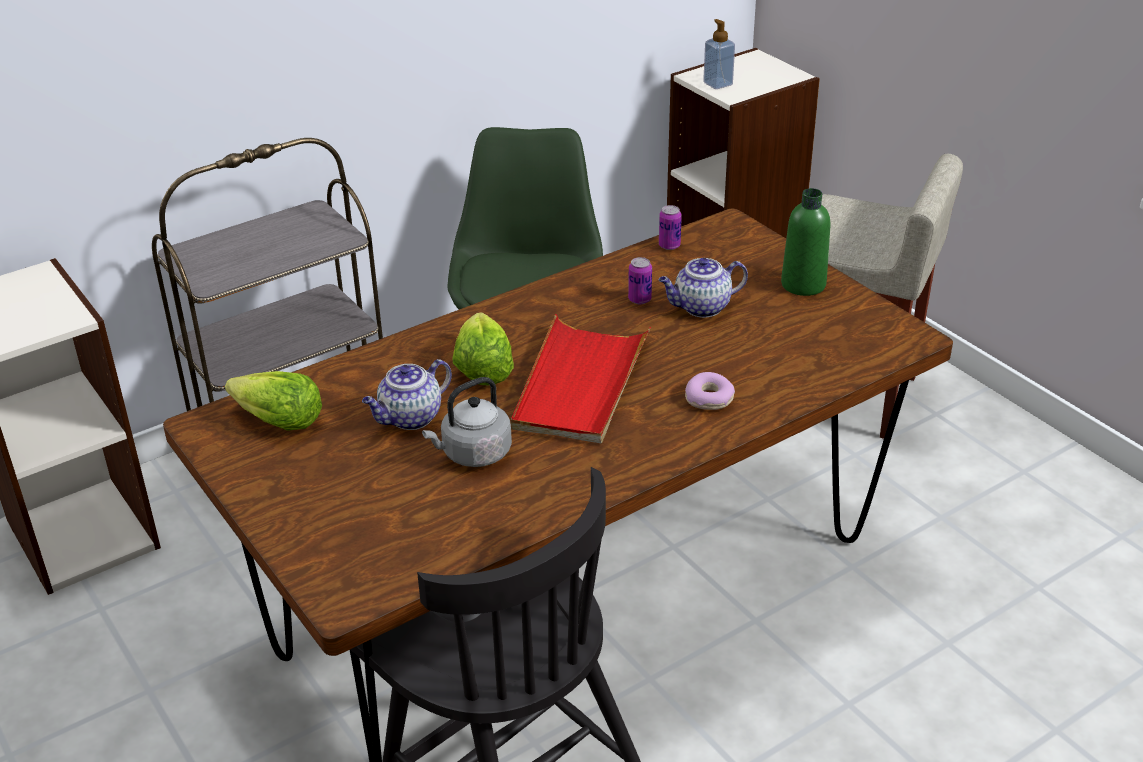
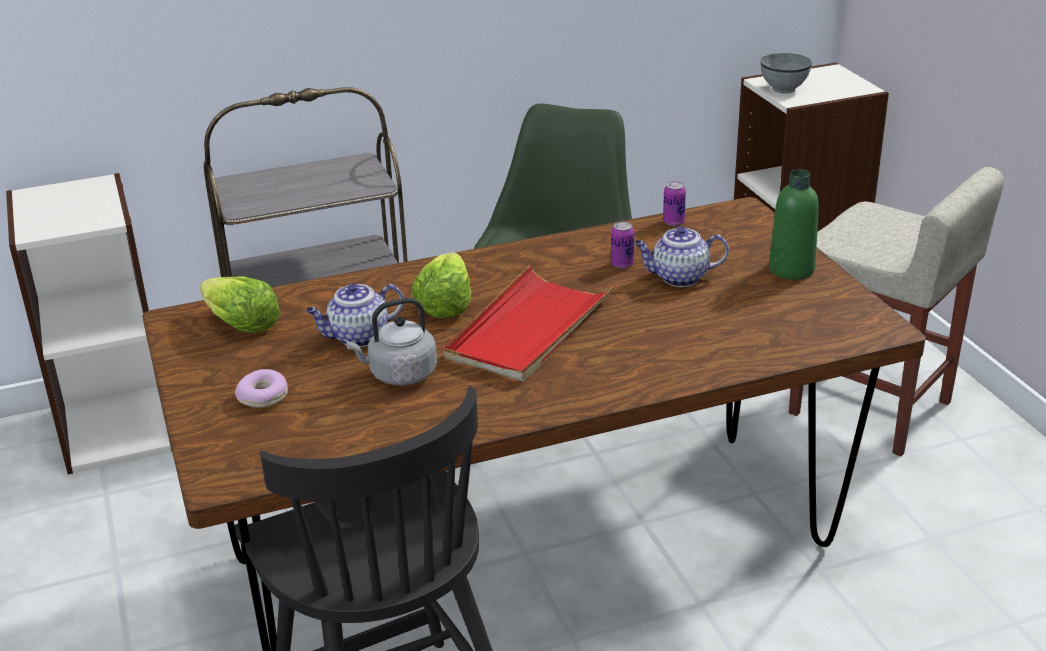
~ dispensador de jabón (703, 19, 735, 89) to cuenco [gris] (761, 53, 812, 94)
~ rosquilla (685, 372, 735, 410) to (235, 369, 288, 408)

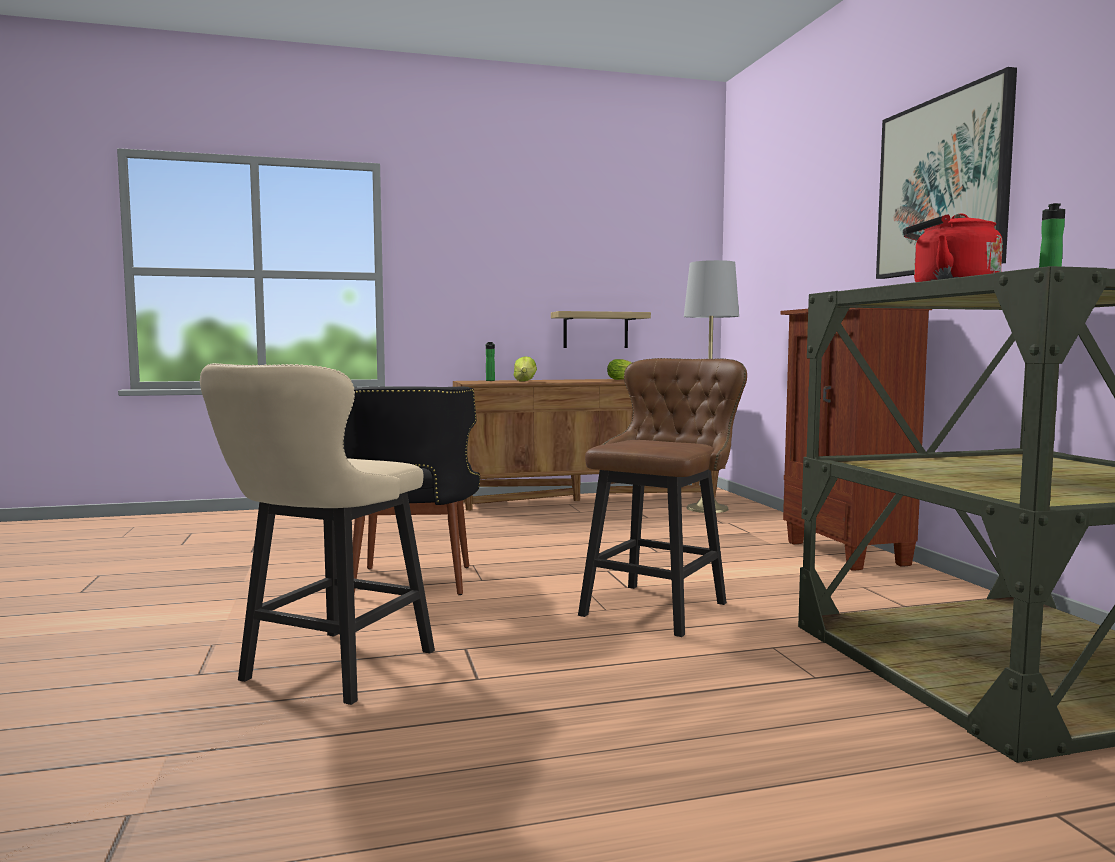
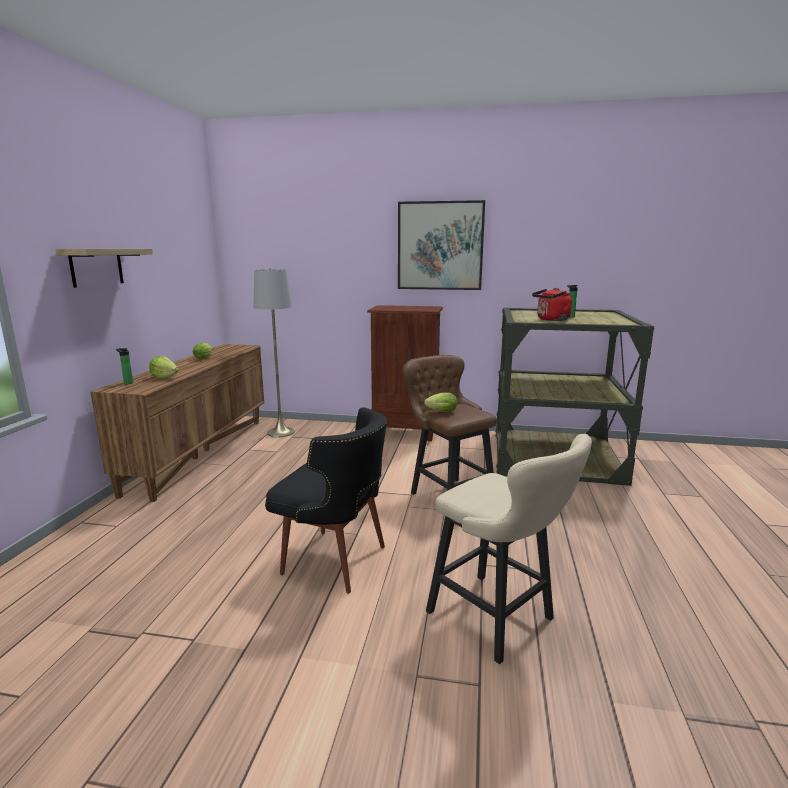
~ estante (551, 311, 651, 348) to (56, 249, 153, 288)
+ lechuga (424, 393, 457, 412)

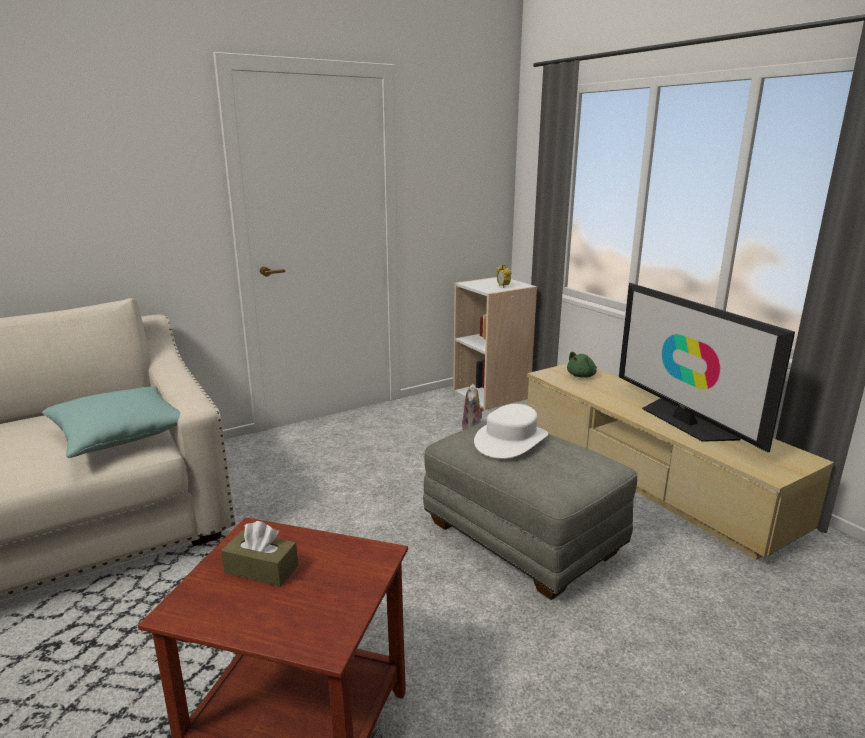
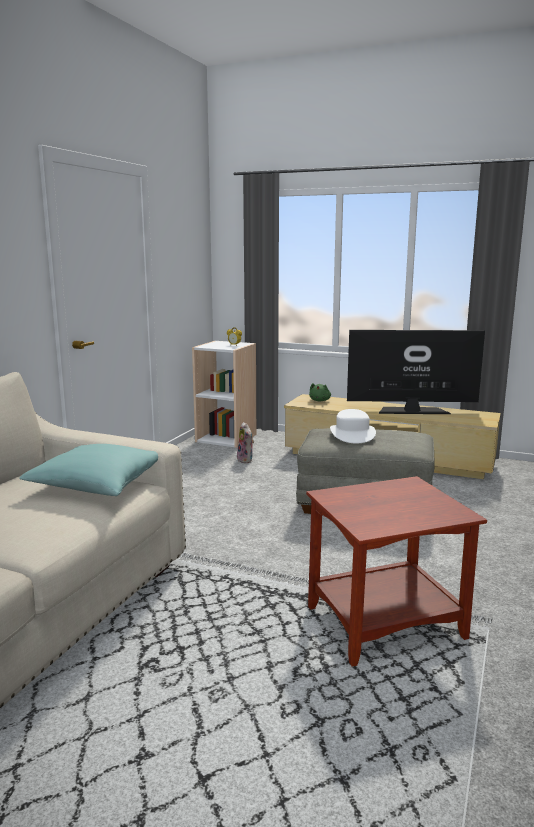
~ televisor (619, 283, 795, 452) = (347, 330, 485, 414) 150 degrees clockwise
- caja de pañuelos [marrón] (221, 521, 298, 587)

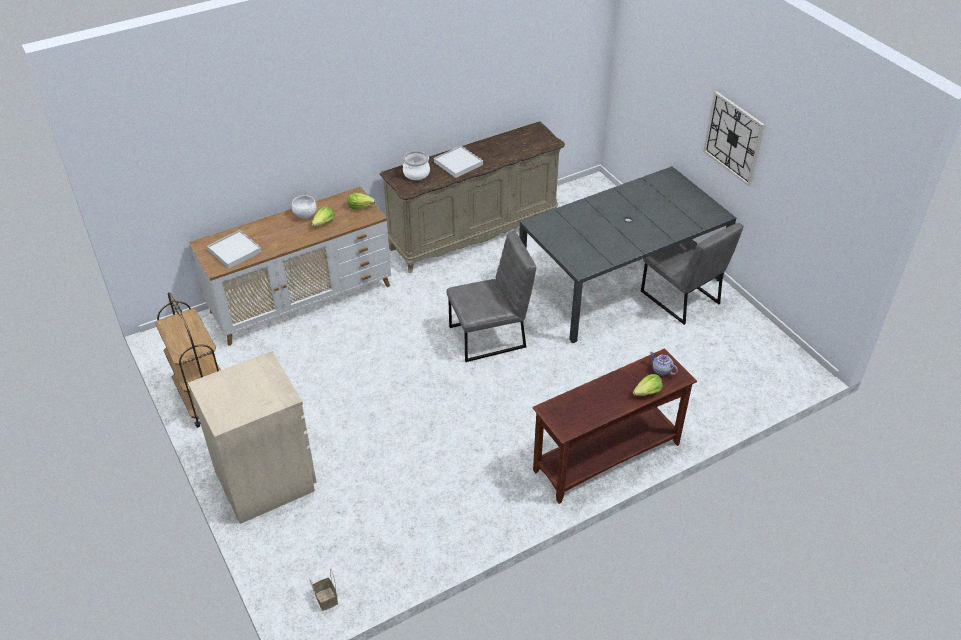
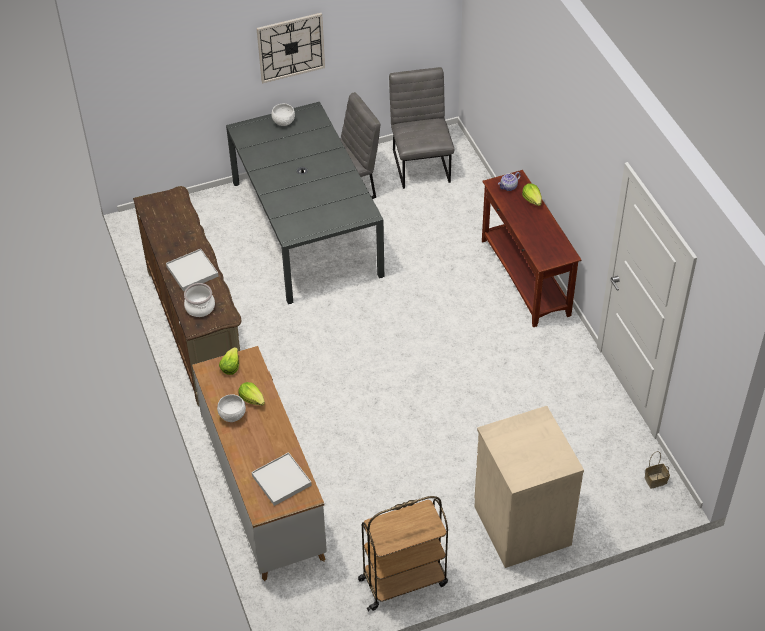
~ silla [gris] (446, 231, 536, 362) to (389, 67, 454, 189)
+ cuenco [blanco] (271, 103, 295, 126)

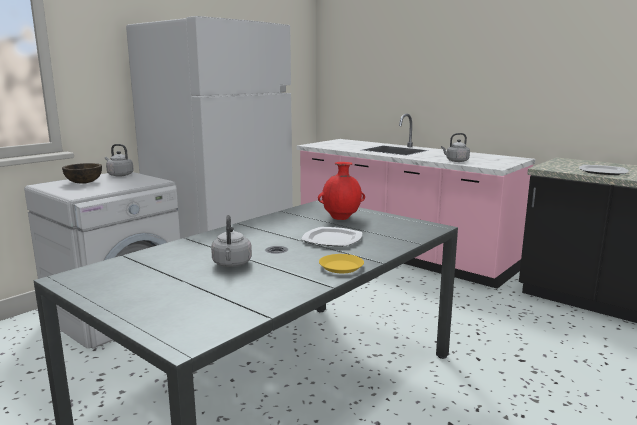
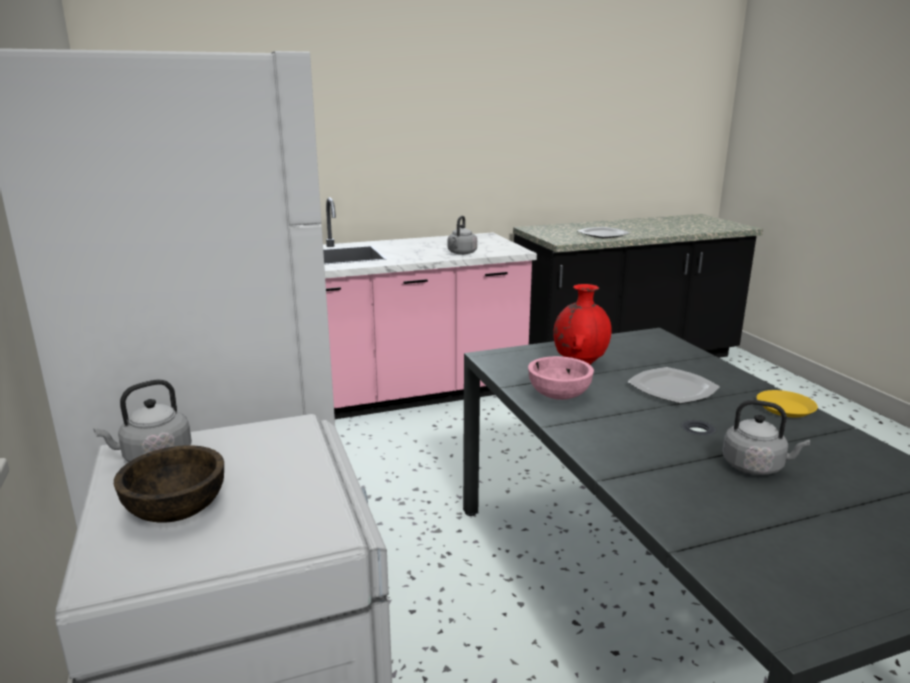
+ cuenco [rosa] (528, 356, 594, 400)

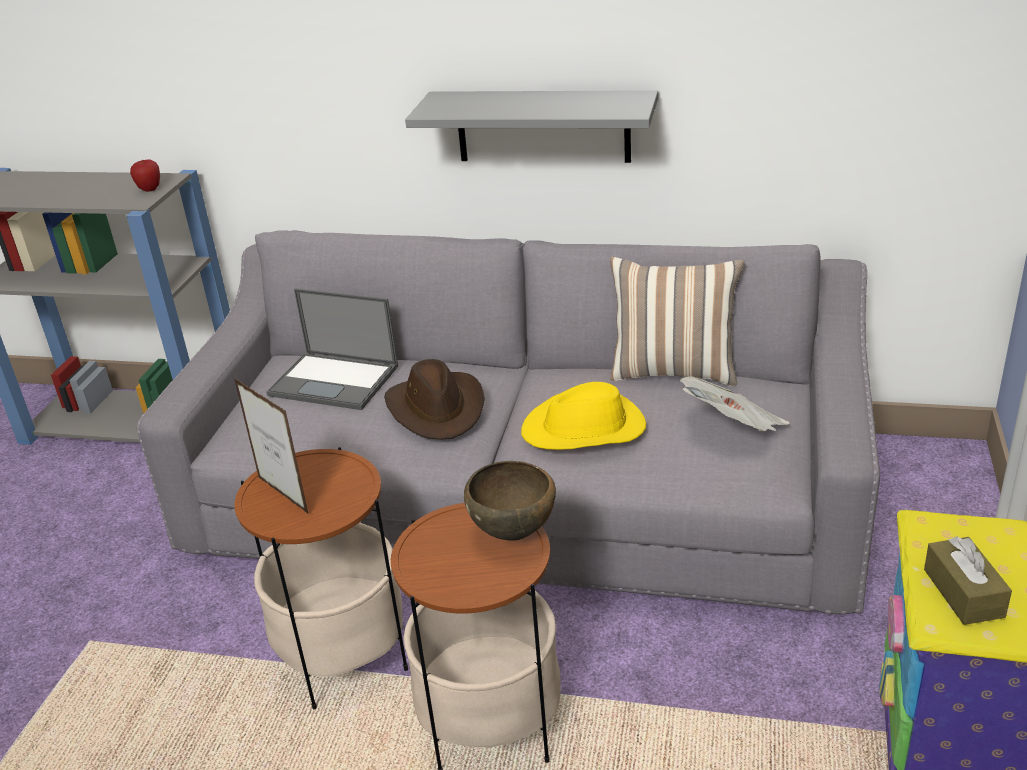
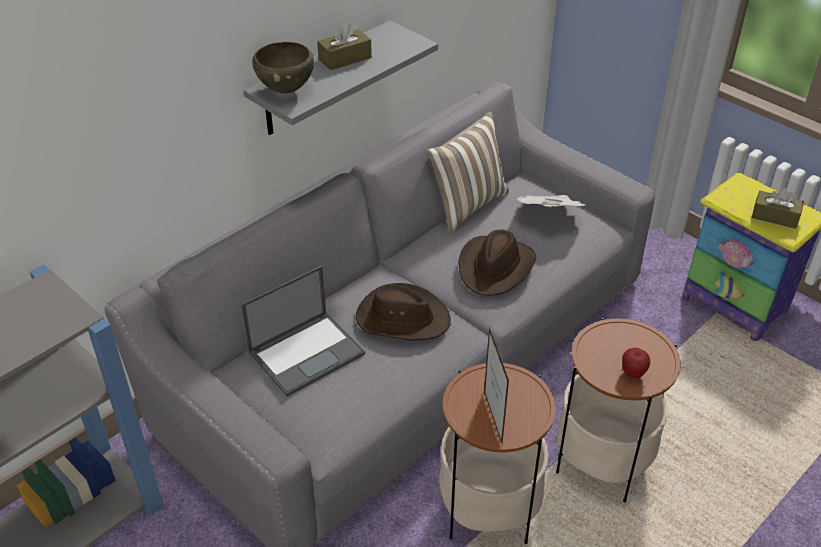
~ manzana (130, 159, 160, 192) to (622, 348, 650, 379)
~ portarretratos (234, 378, 308, 513) = (484, 327, 509, 443) 90 degrees counterclockwise
~ sombrero [amarillo] (521, 382, 646, 450) to sombrero [marrón] (458, 229, 536, 296)
~ cuenco [marrón] (464, 461, 556, 541) to (252, 42, 314, 93)
+ caja de pañuelos [marrón] (317, 22, 372, 70)

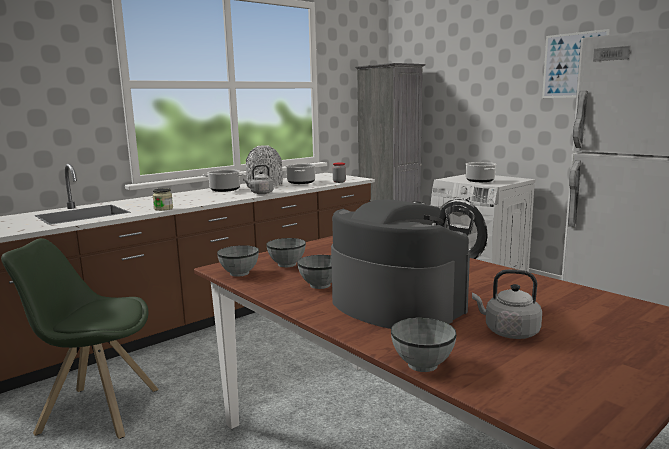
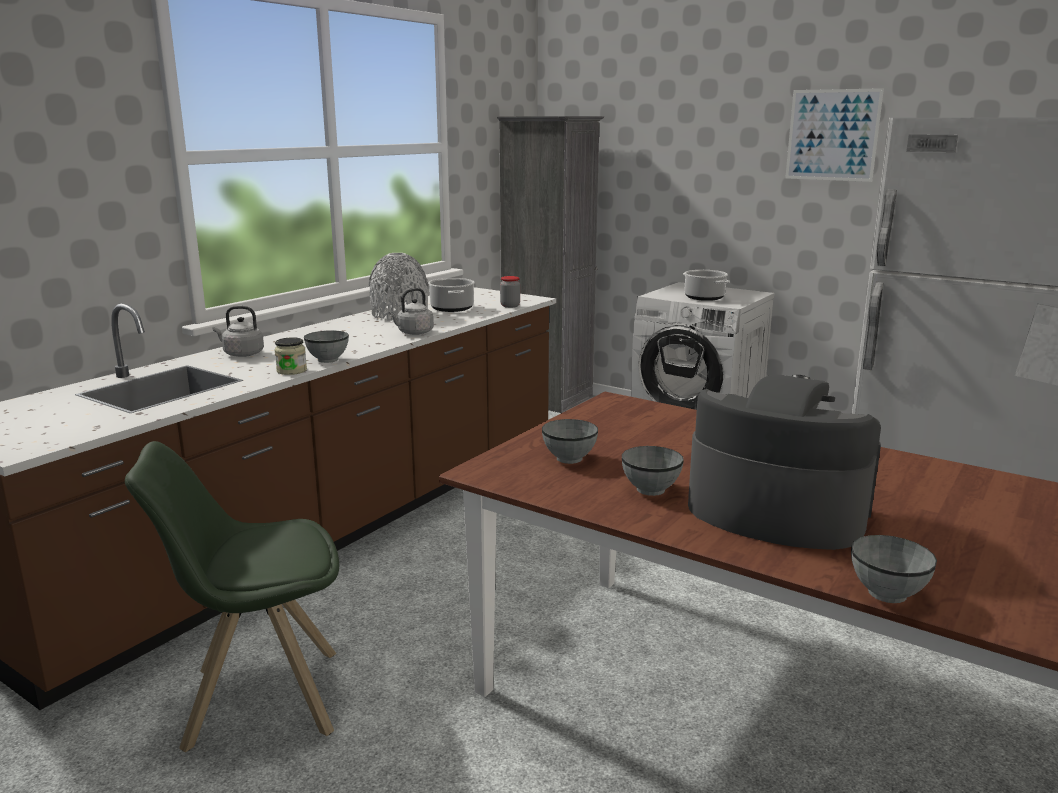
- olla (202, 169, 247, 192)
~ cuenco [gris] (217, 245, 259, 277) to (304, 331, 349, 363)
~ hervidor [gris] (472, 269, 542, 339) to (213, 306, 264, 357)

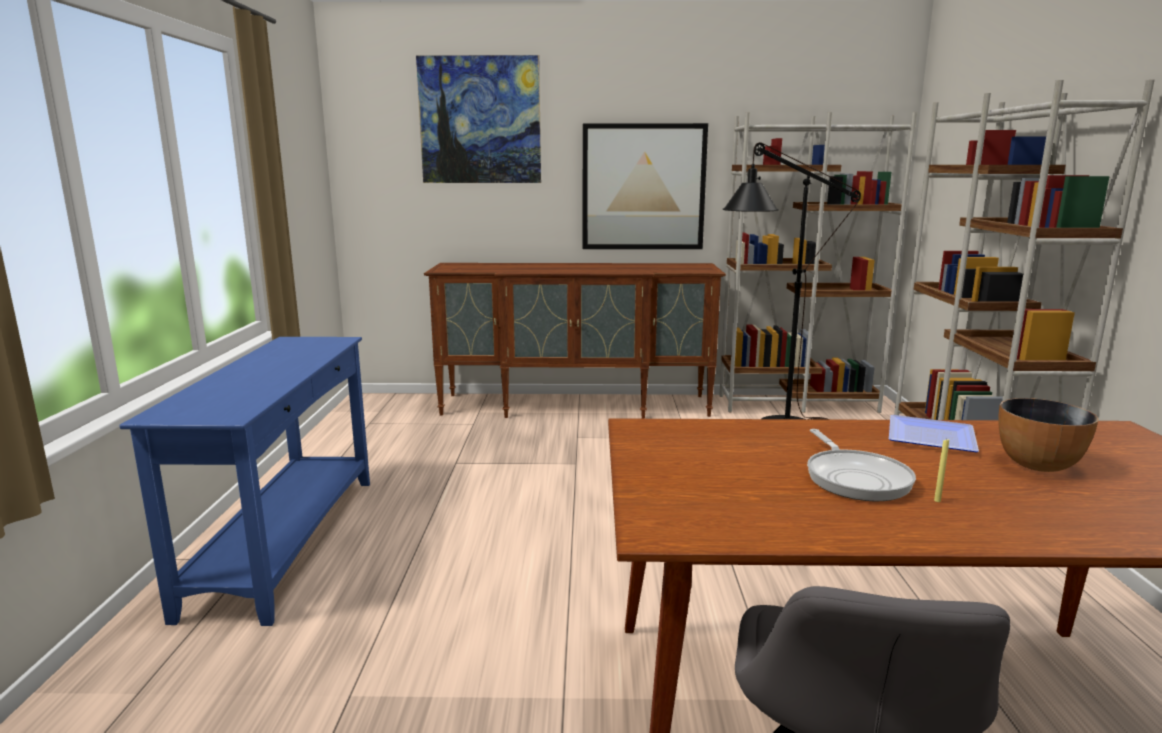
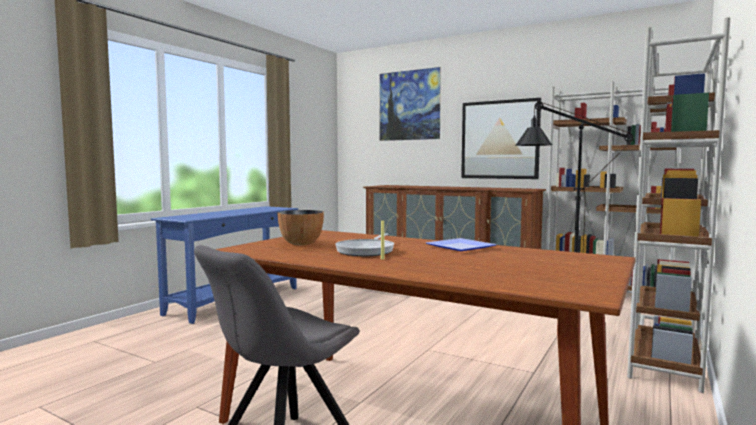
~ cuenco (998, 398, 1099, 472) to (277, 210, 324, 245)

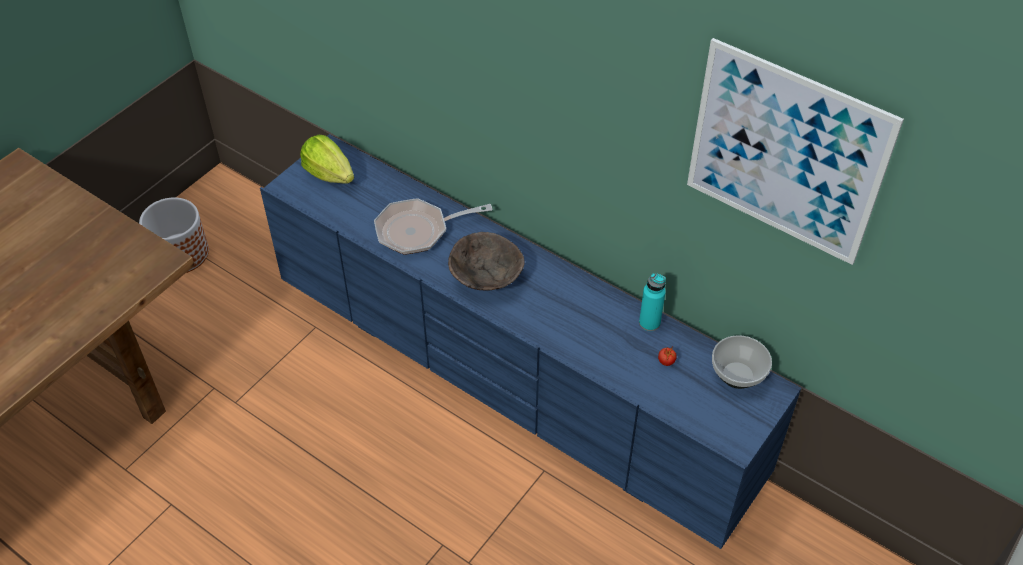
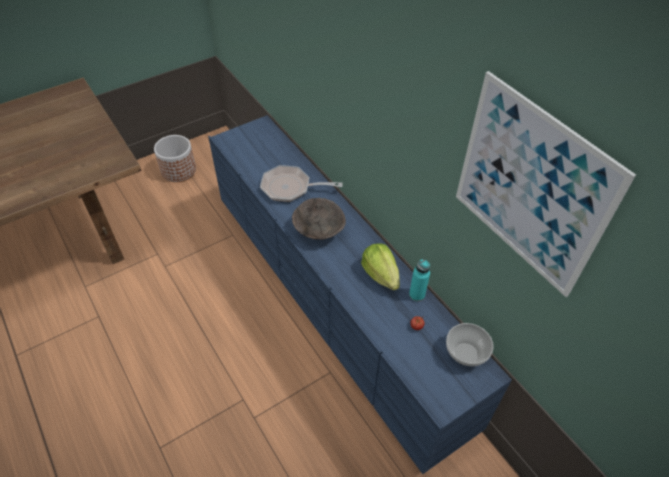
~ lechuga (300, 135, 354, 184) to (361, 243, 400, 290)

